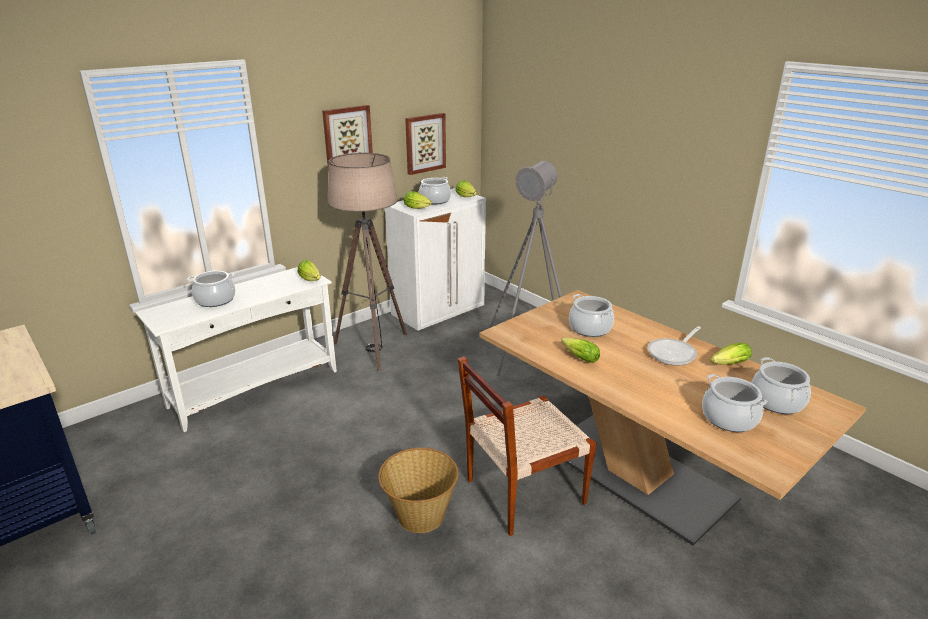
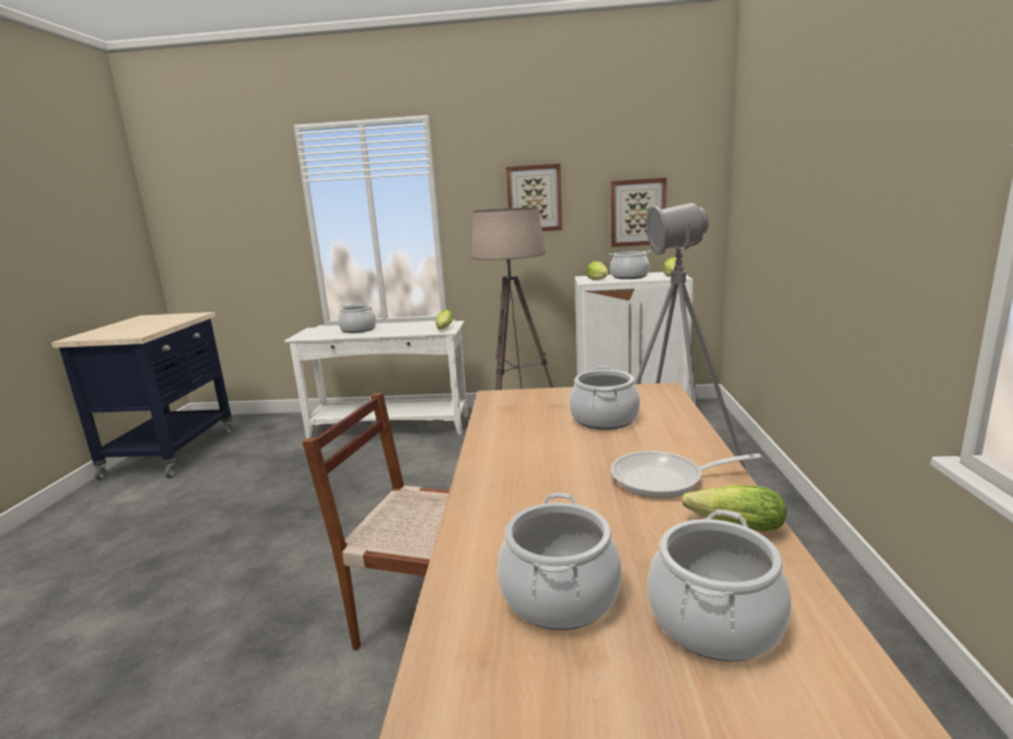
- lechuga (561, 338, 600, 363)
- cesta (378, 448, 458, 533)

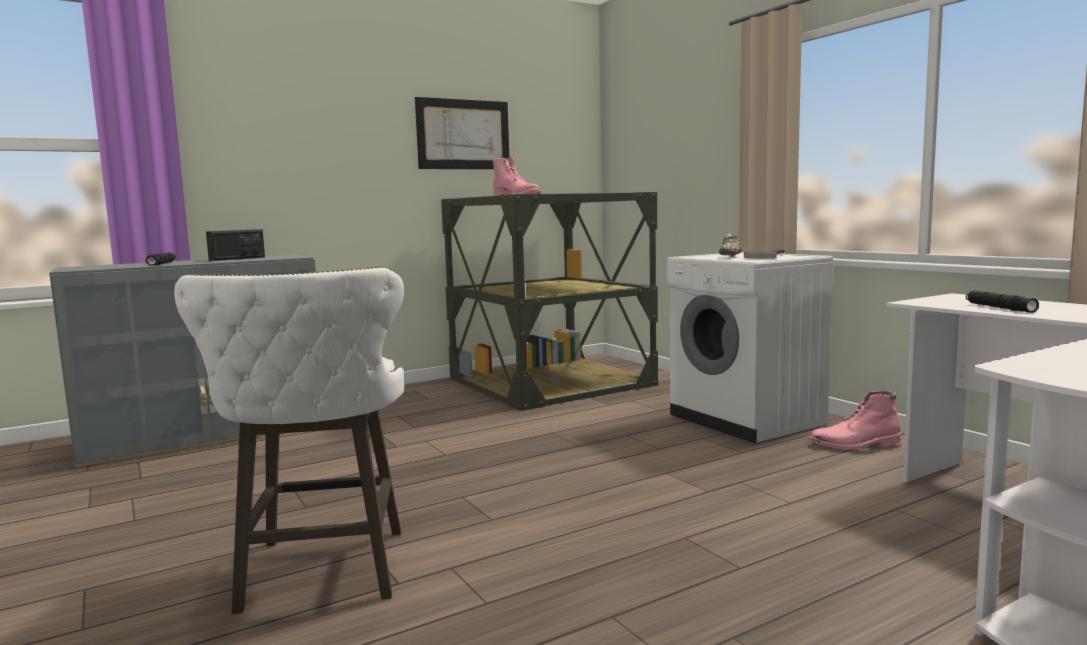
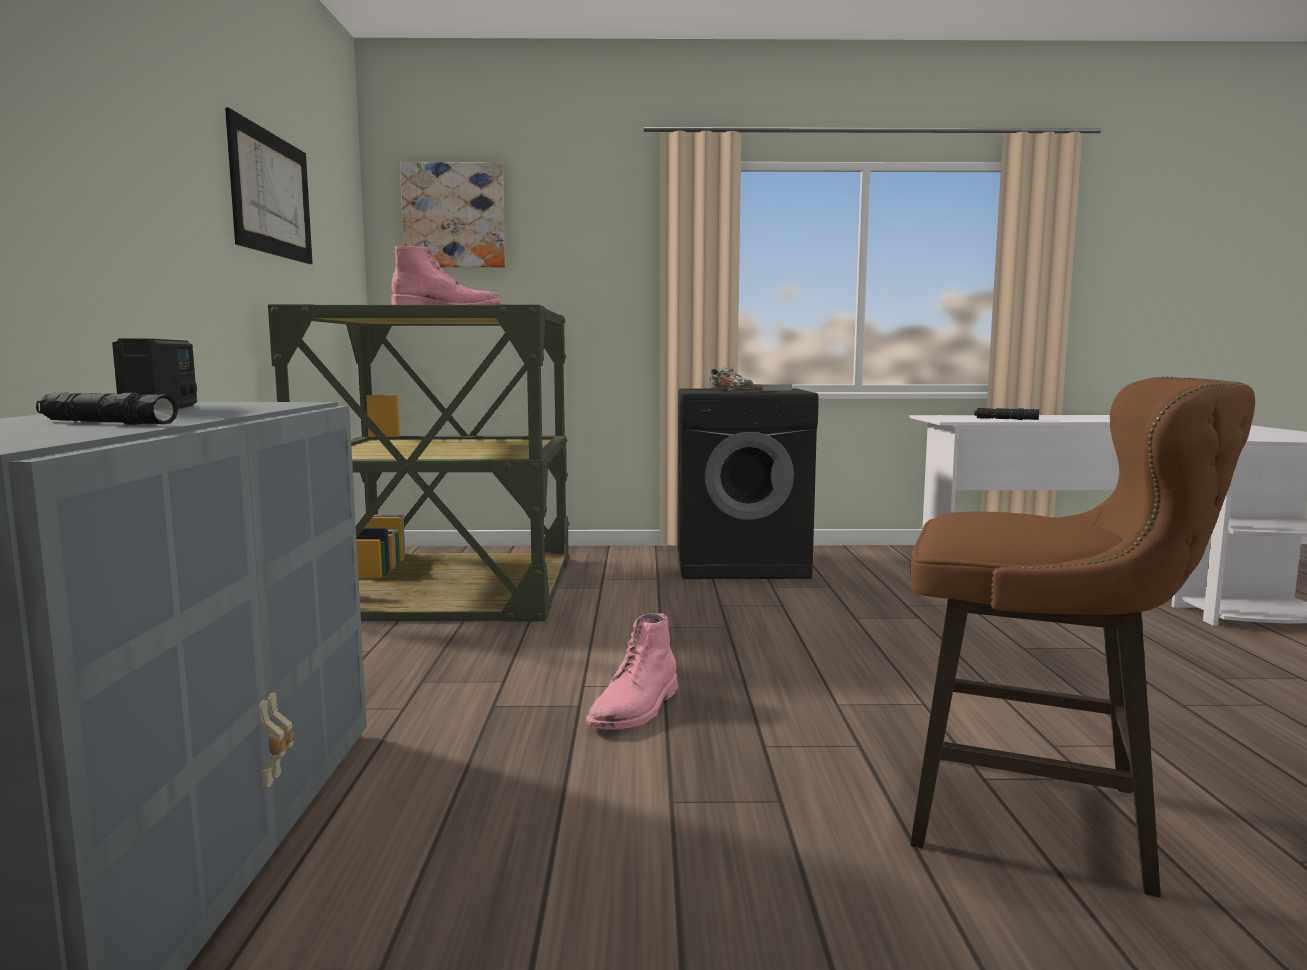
~ lavadora [blanco] (667, 252, 833, 443) to lavadora [negro] (677, 388, 819, 579)
~ taburete [blanco] (174, 266, 404, 614) to taburete [marrón] (910, 377, 1255, 897)
~ bota [rosa] (809, 391, 901, 450) to (586, 613, 678, 730)
+ cuadro (400, 162, 506, 268)

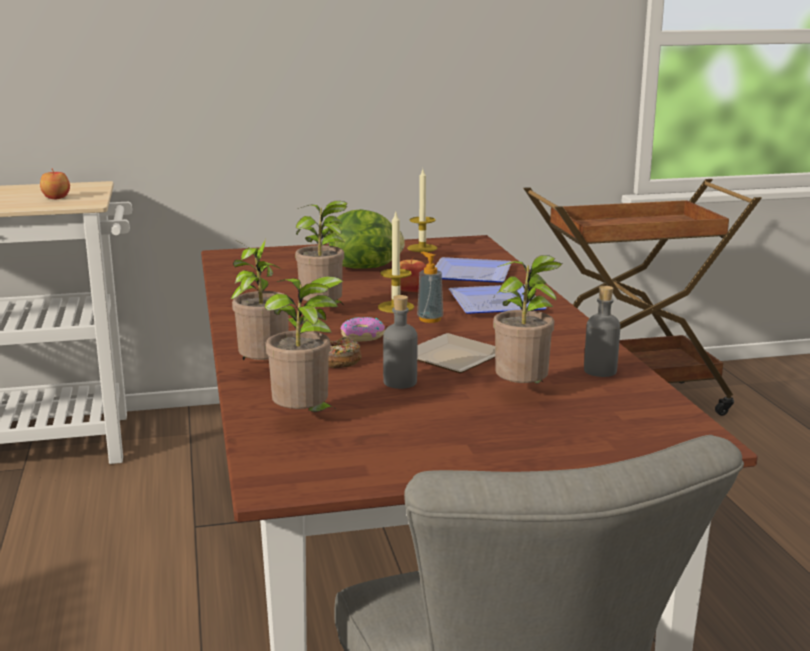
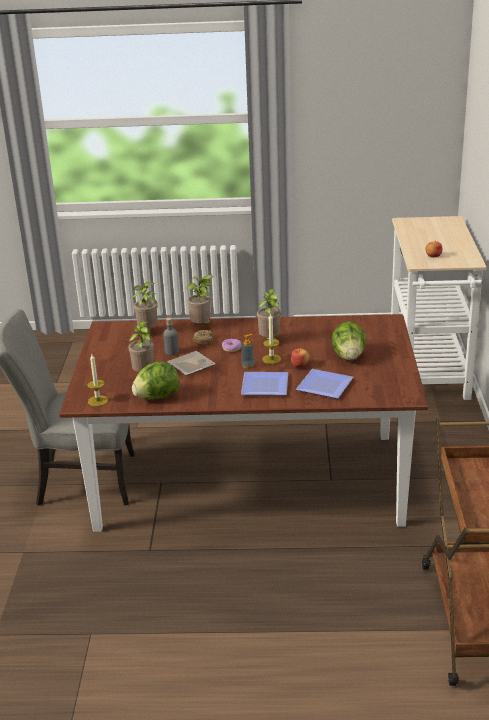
~ vela (407, 169, 437, 252) to (87, 354, 108, 406)
~ botella [gris] (584, 286, 620, 377) to lechuga (132, 361, 180, 400)

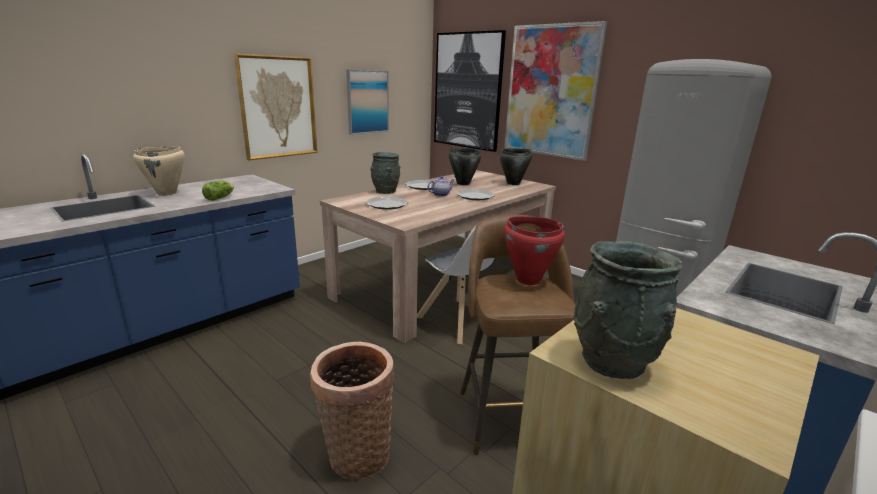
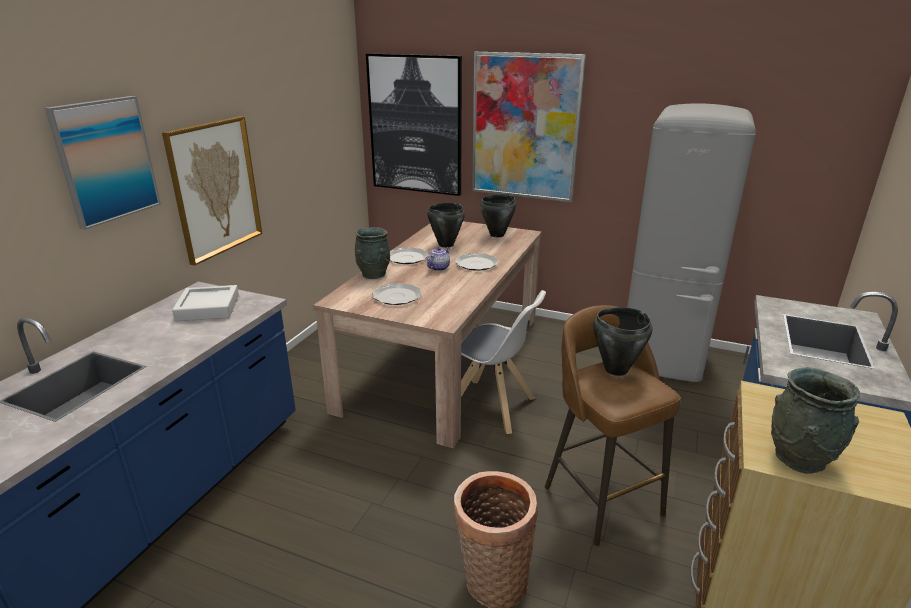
~ cuadro (346, 70, 389, 135) to (45, 96, 161, 230)
- olla [beis] (133, 147, 185, 196)
- lechuga (202, 181, 234, 201)
~ olla [rojo] (504, 216, 565, 285) to olla [negro] (593, 307, 652, 376)
+ bandeja [gris] (172, 285, 239, 321)

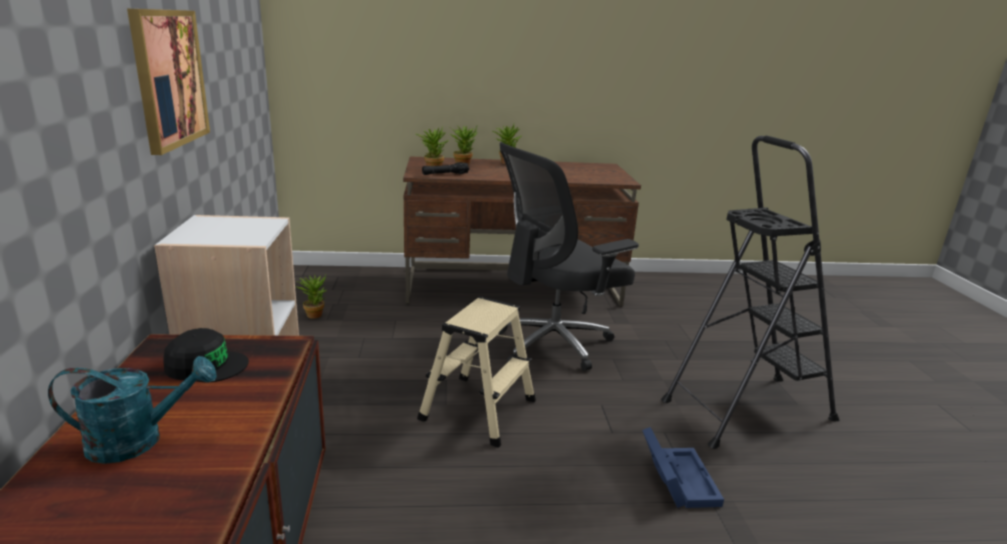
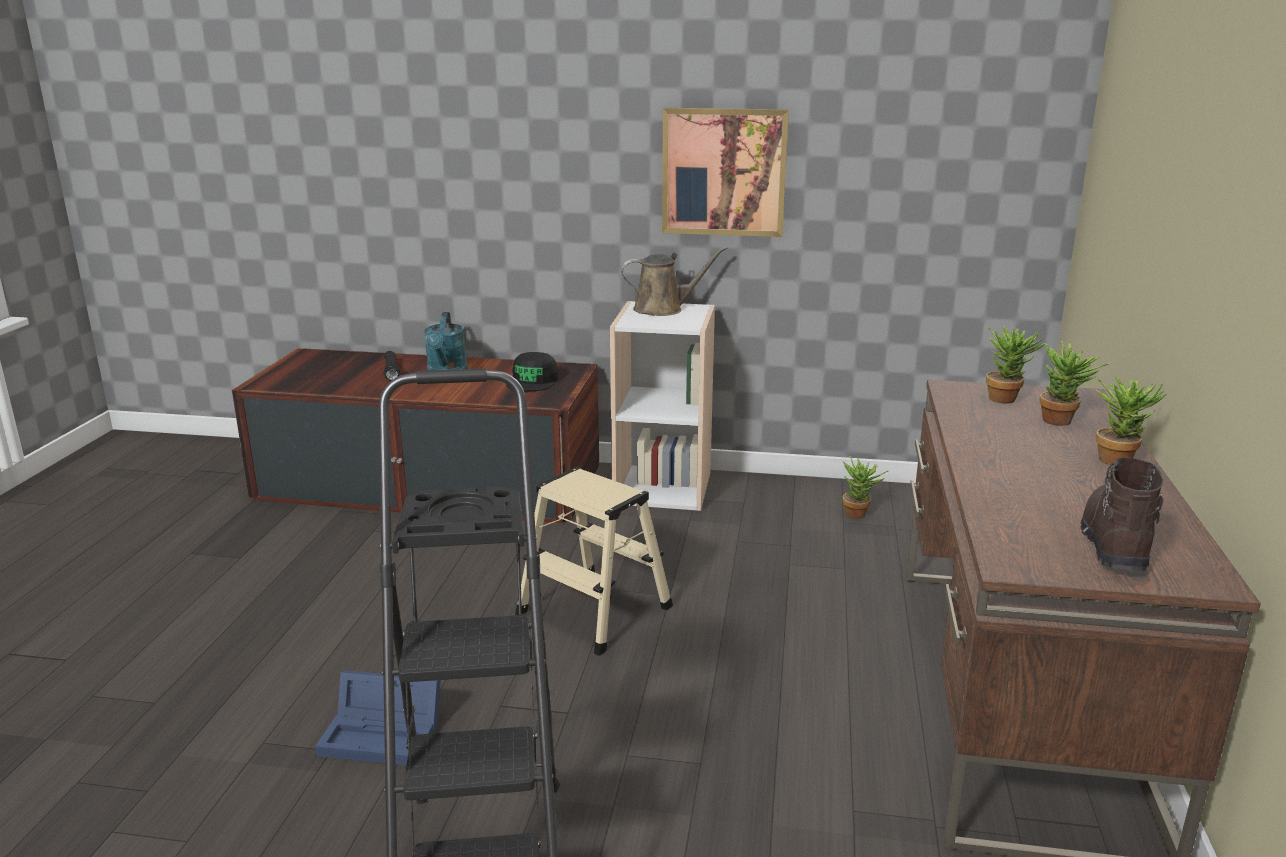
- silla de oficina (499, 142, 639, 371)
~ linterna [negro] (422, 162, 469, 175) to (383, 351, 400, 381)
+ regadera [marrón] (621, 246, 727, 316)
+ bota [marrón] (1080, 457, 1164, 571)

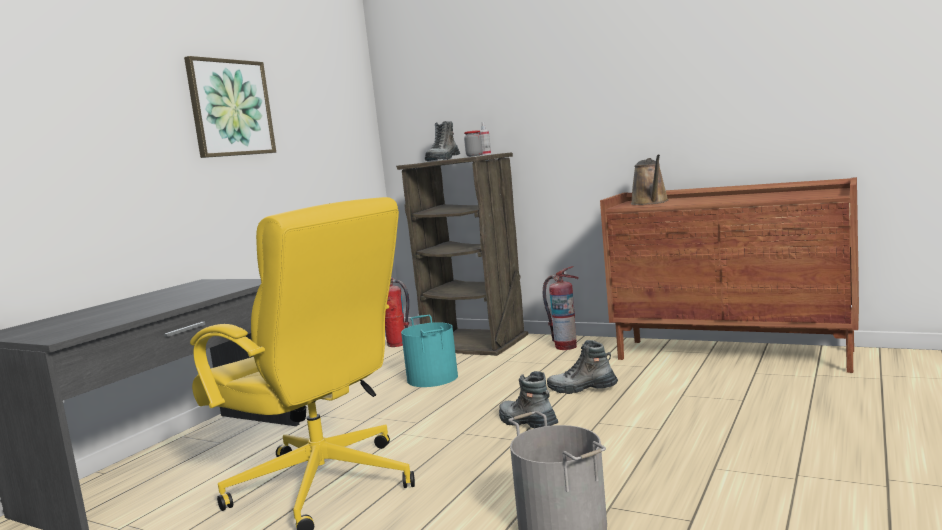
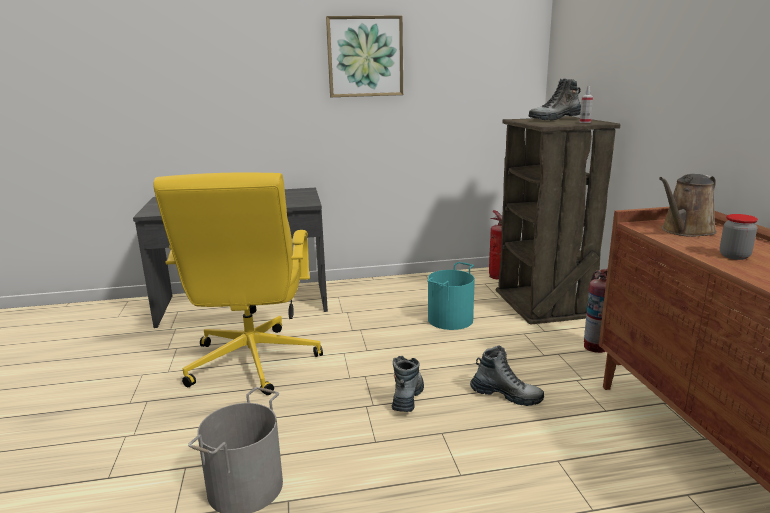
~ tarro (464, 130, 483, 157) to (720, 214, 758, 260)
~ bota (547, 340, 618, 394) = (470, 346, 544, 406) 135 degrees clockwise

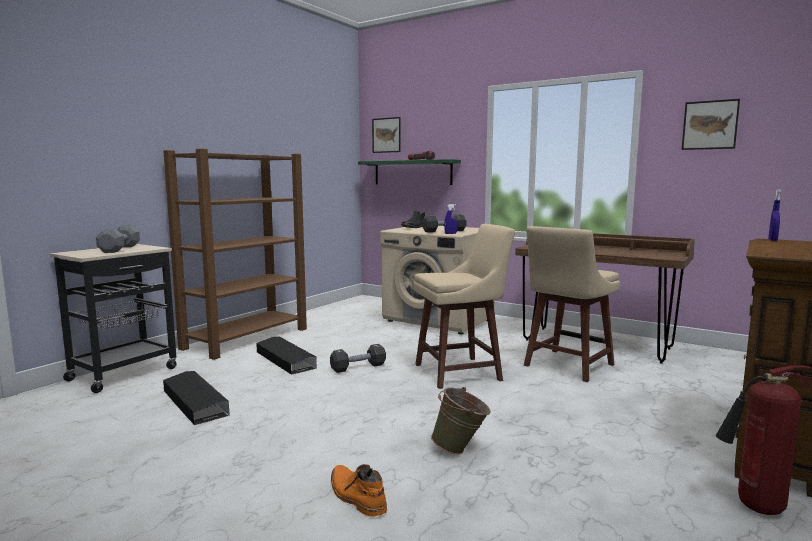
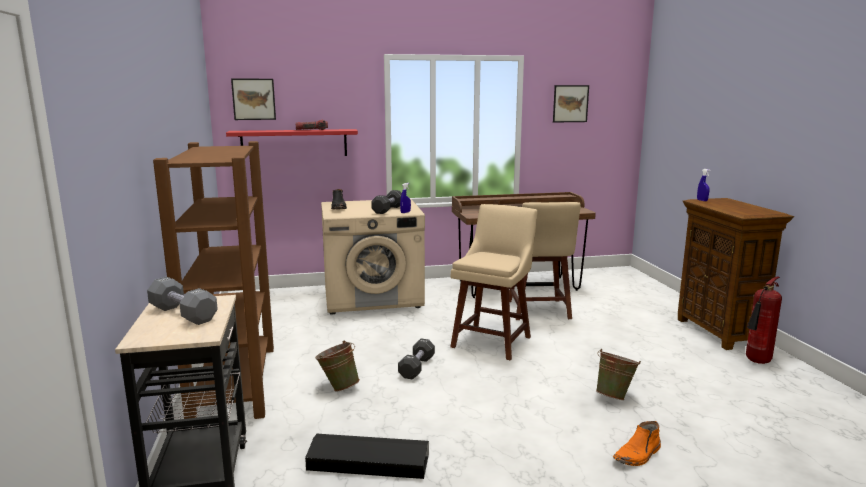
~ estante [verde] (358, 159, 461, 185) to estante [rojo] (226, 129, 358, 156)
~ caja de almacenaje [negro] (256, 337, 317, 375) to cubo [verde] (315, 340, 360, 392)
~ bota [naranja] (331, 464, 387, 517) = (613, 421, 661, 466) 45 degrees counterclockwise

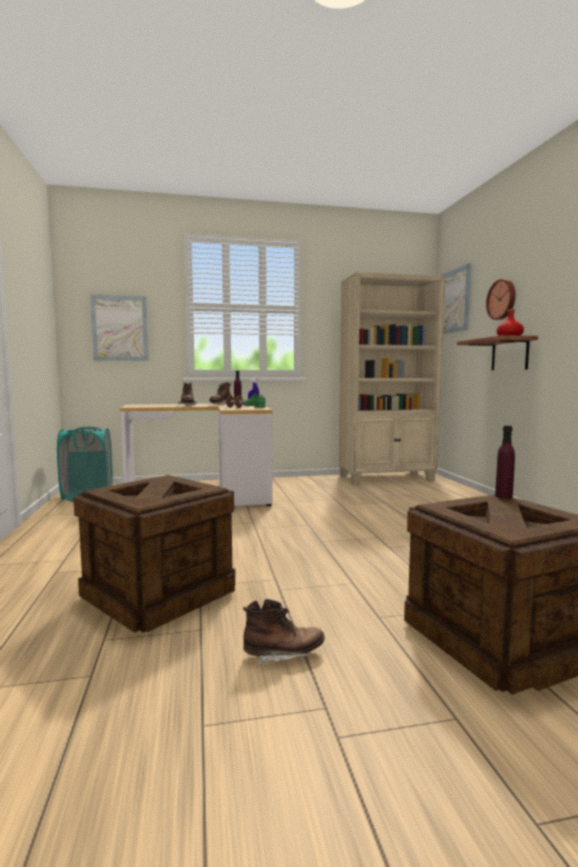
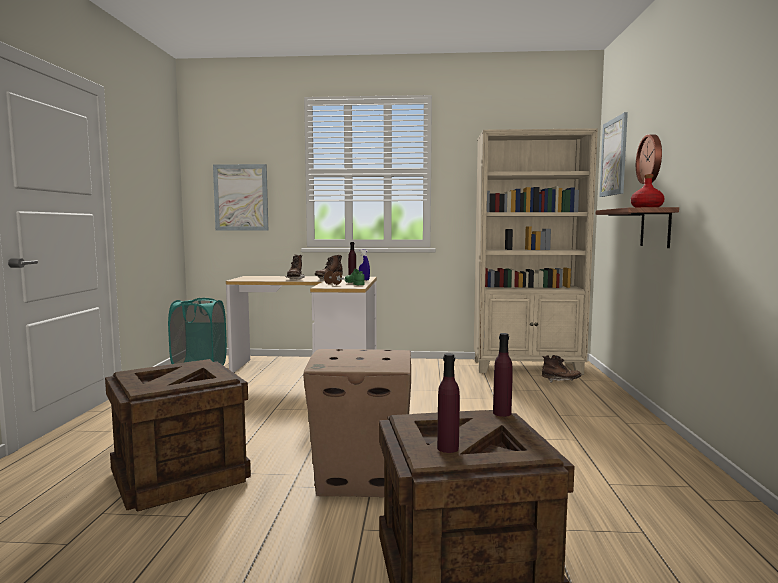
~ bota [marrón] (243, 599, 325, 667) to (542, 355, 581, 382)
+ caja de cartón (303, 349, 411, 497)
+ botella [morado] (437, 353, 460, 453)

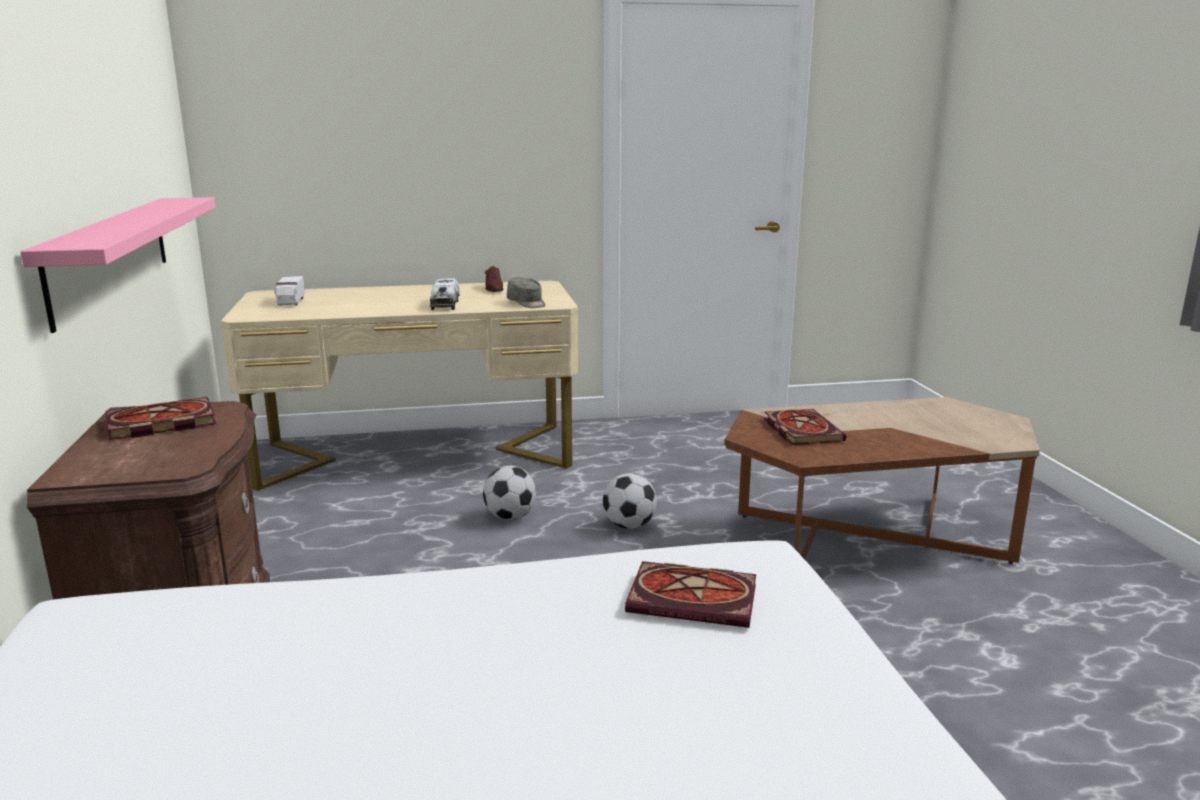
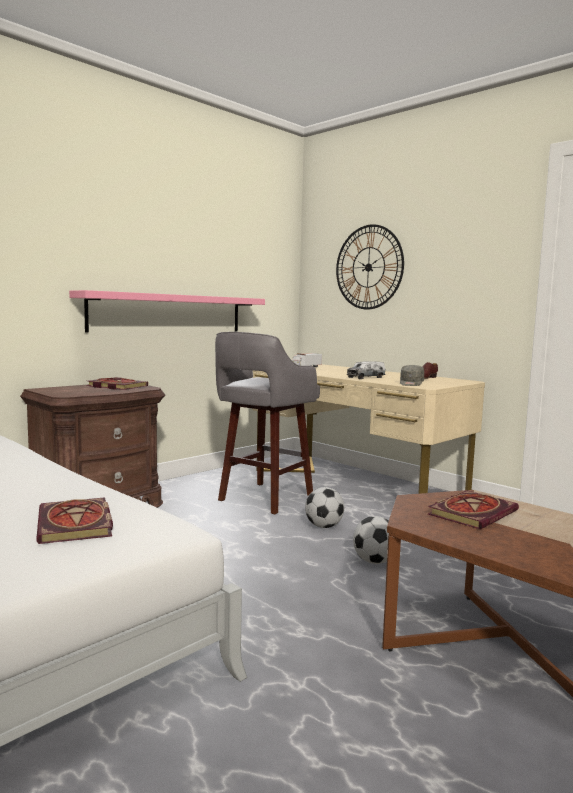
+ reloj de pared (336, 224, 404, 310)
+ taburete [gris] (215, 332, 320, 514)

